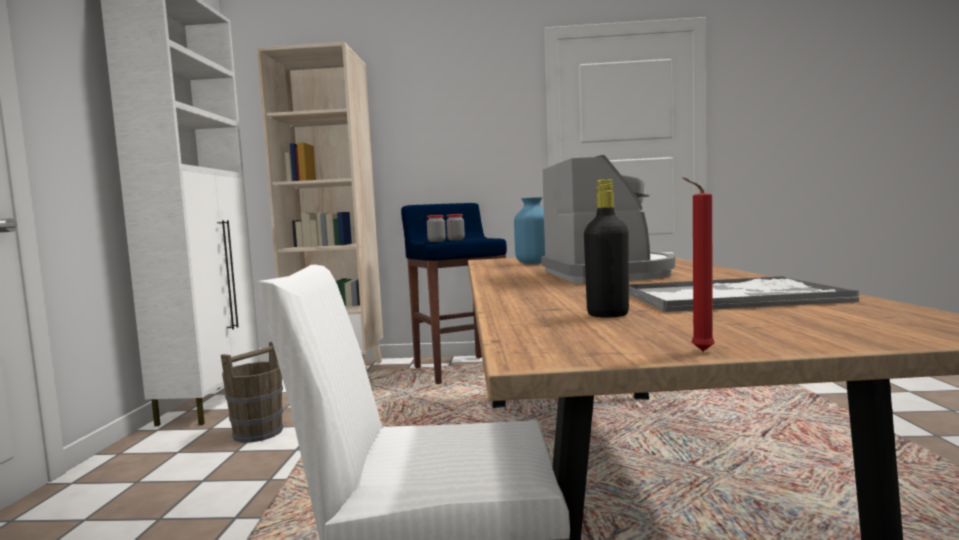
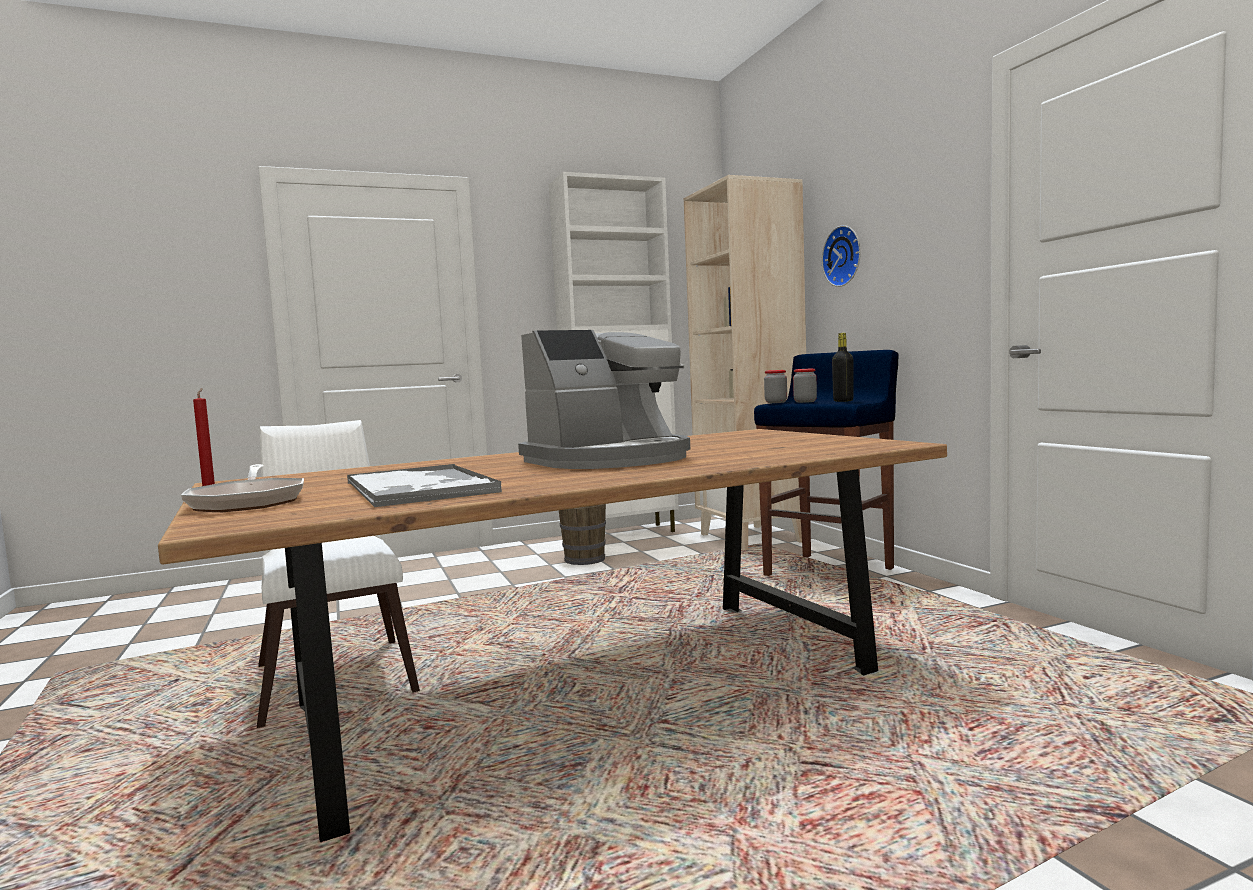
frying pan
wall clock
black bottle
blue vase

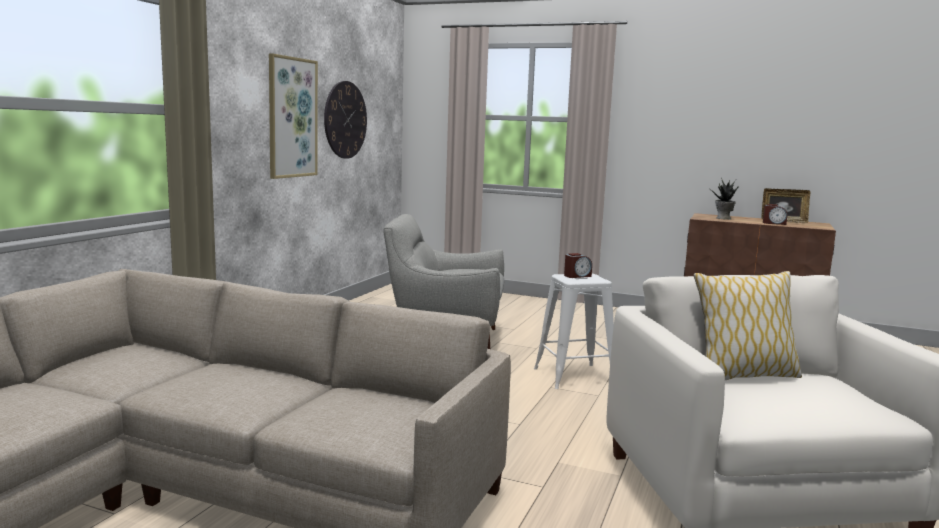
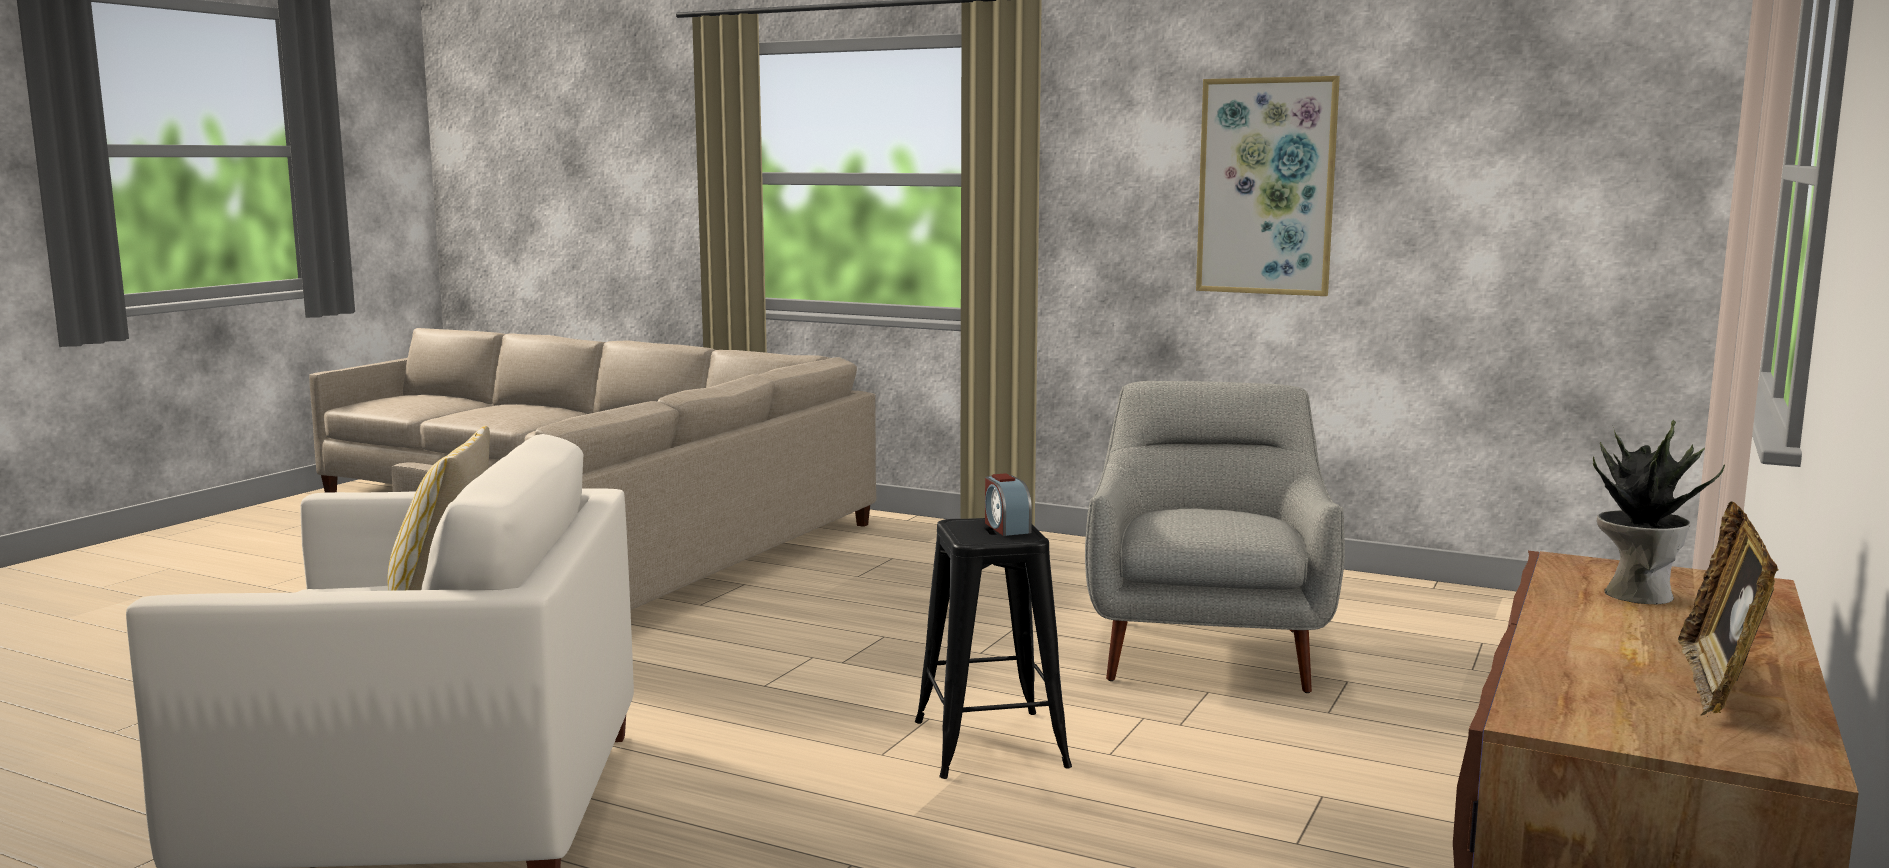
black stool
wall clock
alarm clock (no. 2 from left in the first image)

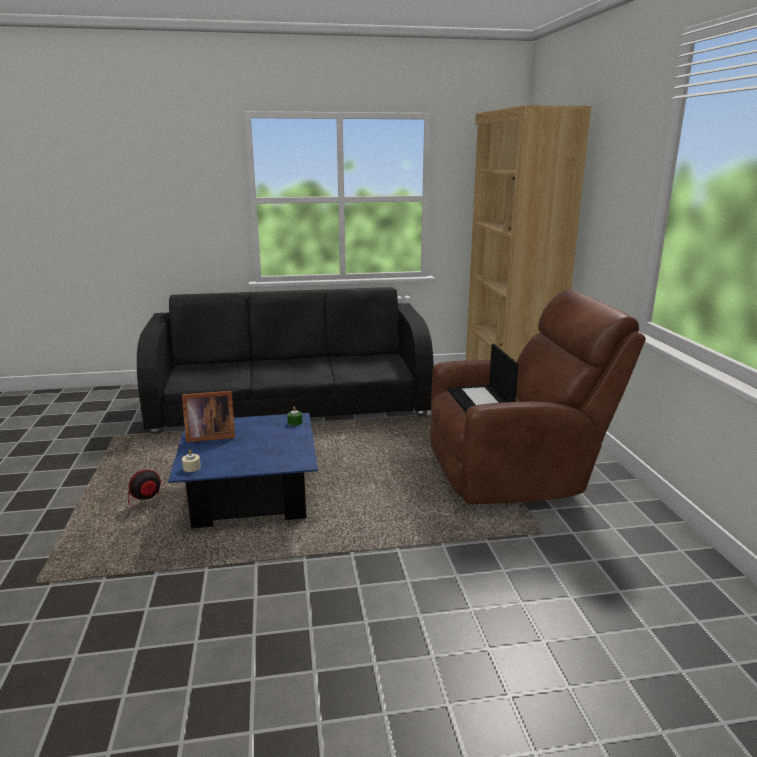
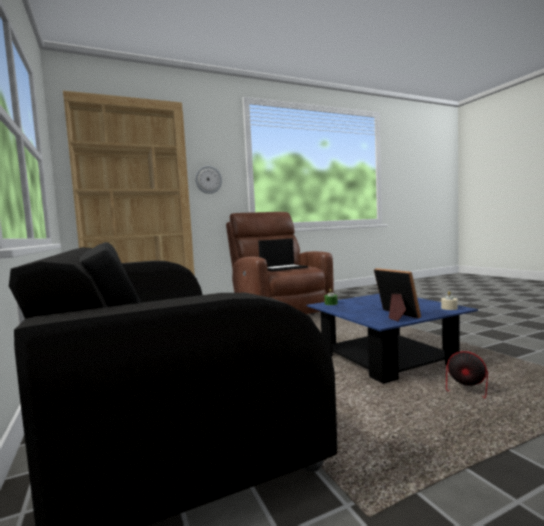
wall clock

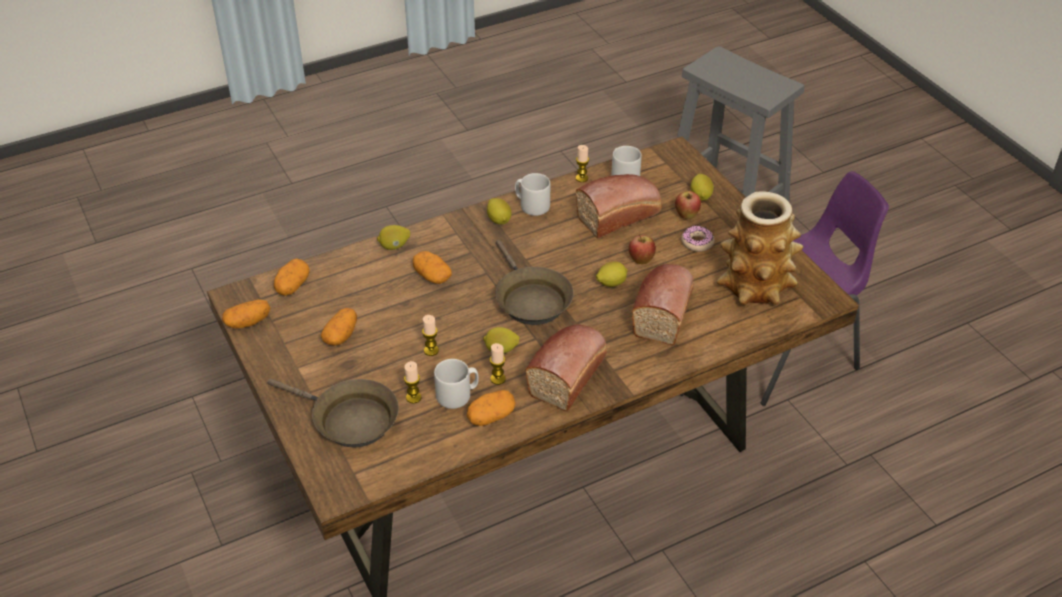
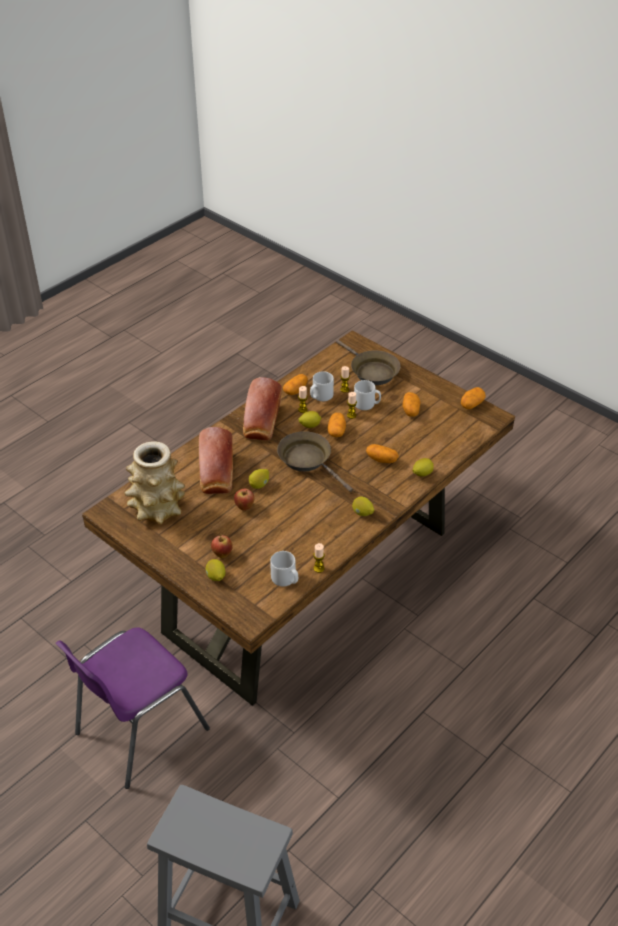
potato (no. 2 from left)
brown frying pan (no. 2 from left)
grey mug (no. 3 from left)
bread (no. 2 from left in the first image)
donut

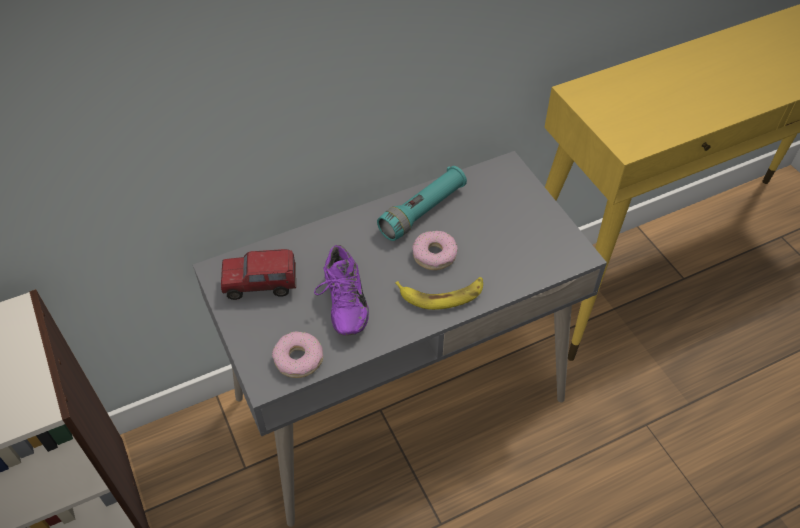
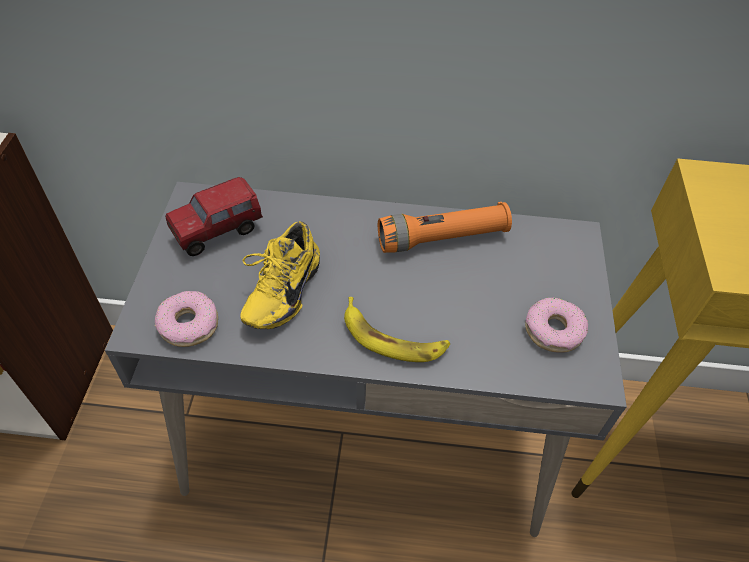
toy truck
yellow shoe
orange flashlight
donut (no. 2 from left)

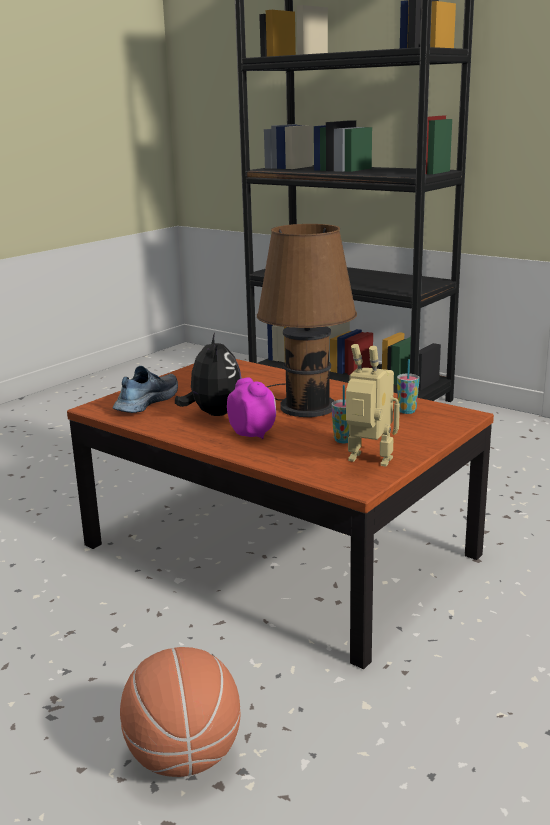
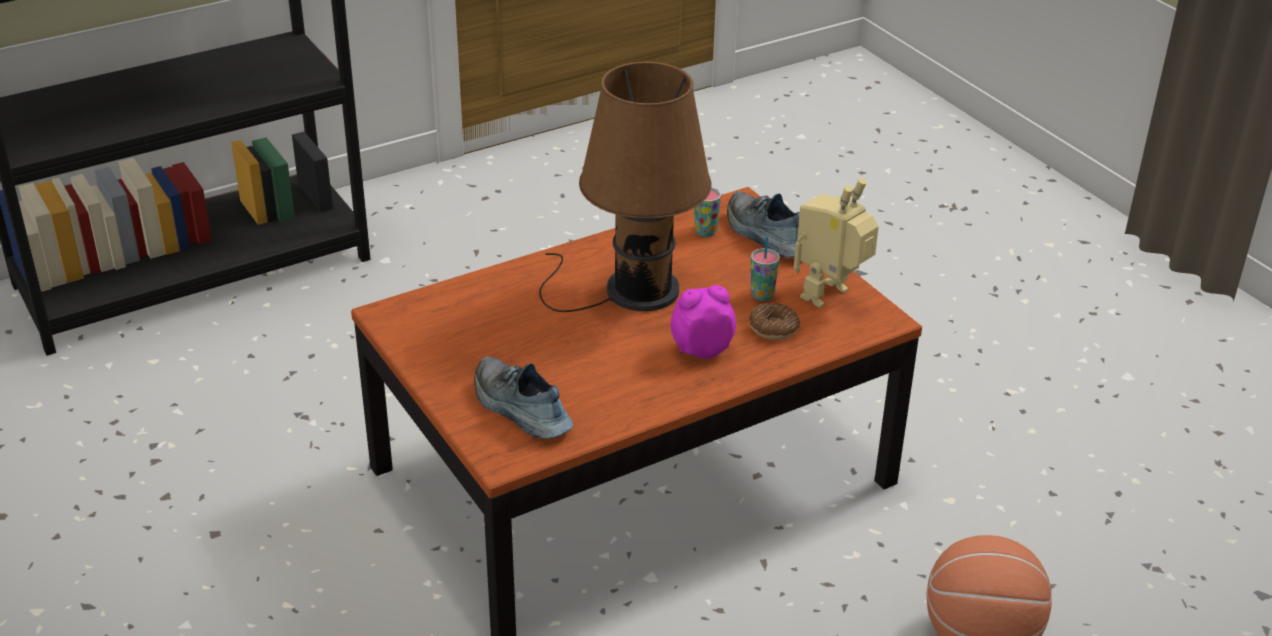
shoe (no. 2 from left)
donut
plush toy

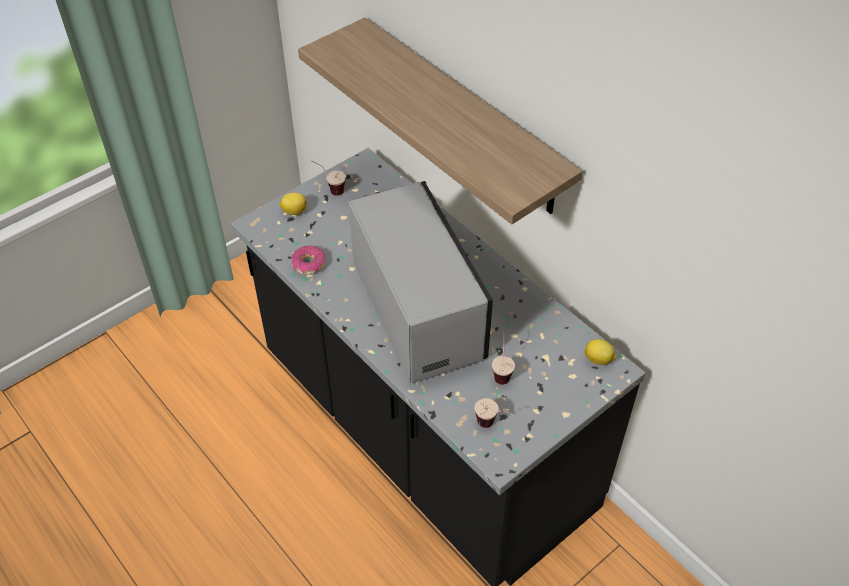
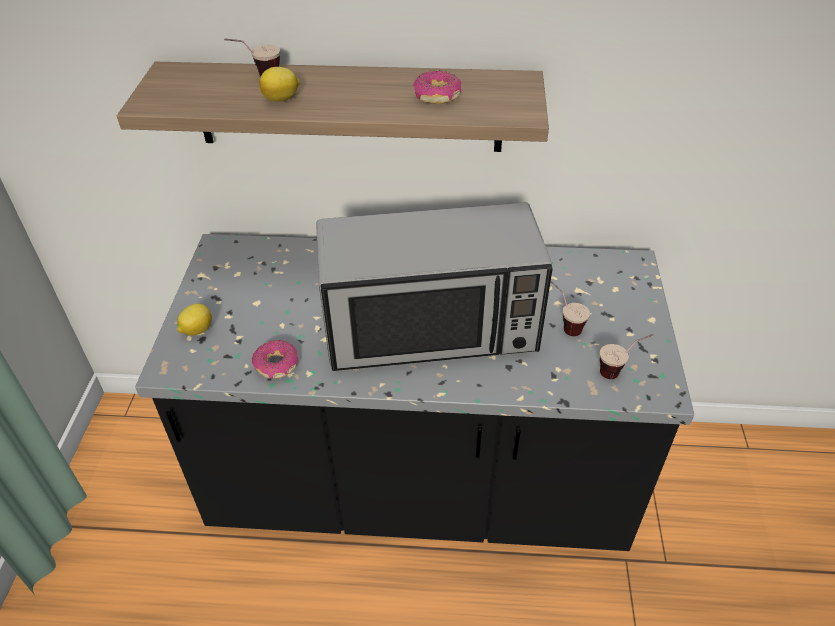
cup (no. 1 from left)
lemon (no. 2 from left)
microwave
donut (no. 2 from left)

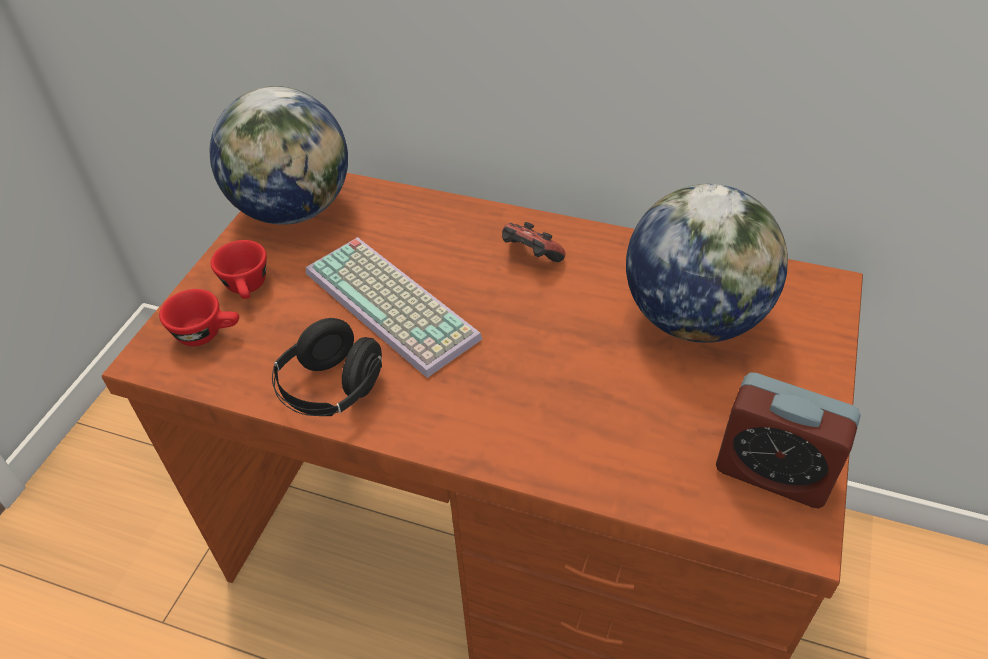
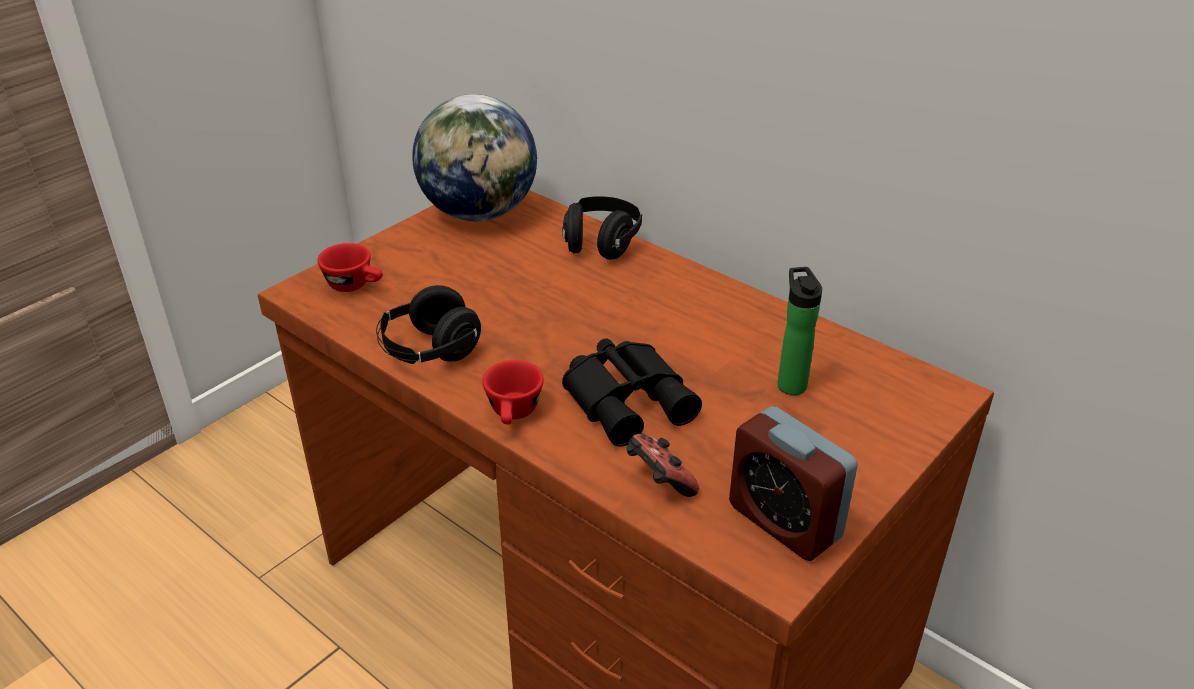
red cup (no. 2 from left)
black headphones (no. 2 from left)
black binoculars
game controller
bottle
keyboard

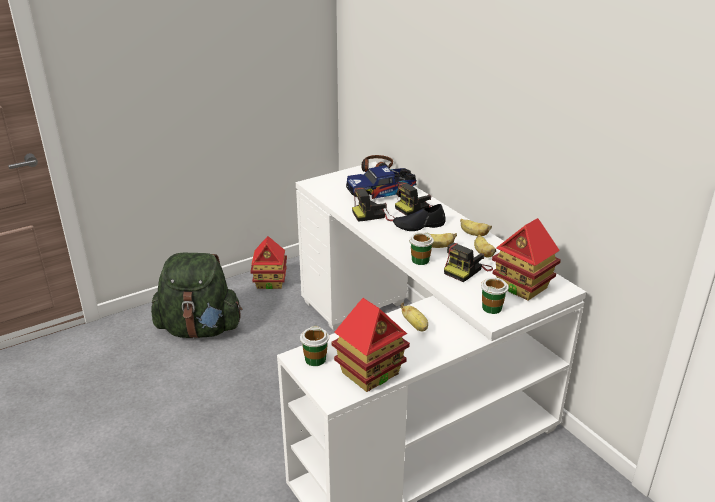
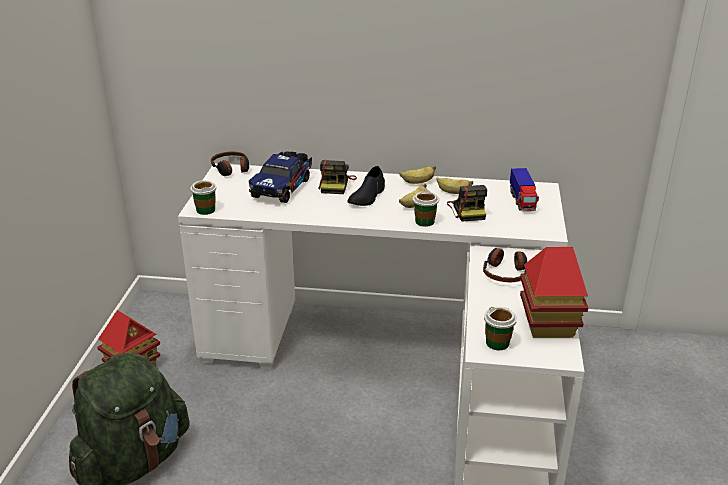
cup (no. 1 from left)
headphones (no. 2 from left)
toy truck (no. 2 from left)
photo camera (no. 1 from left in the first image)

